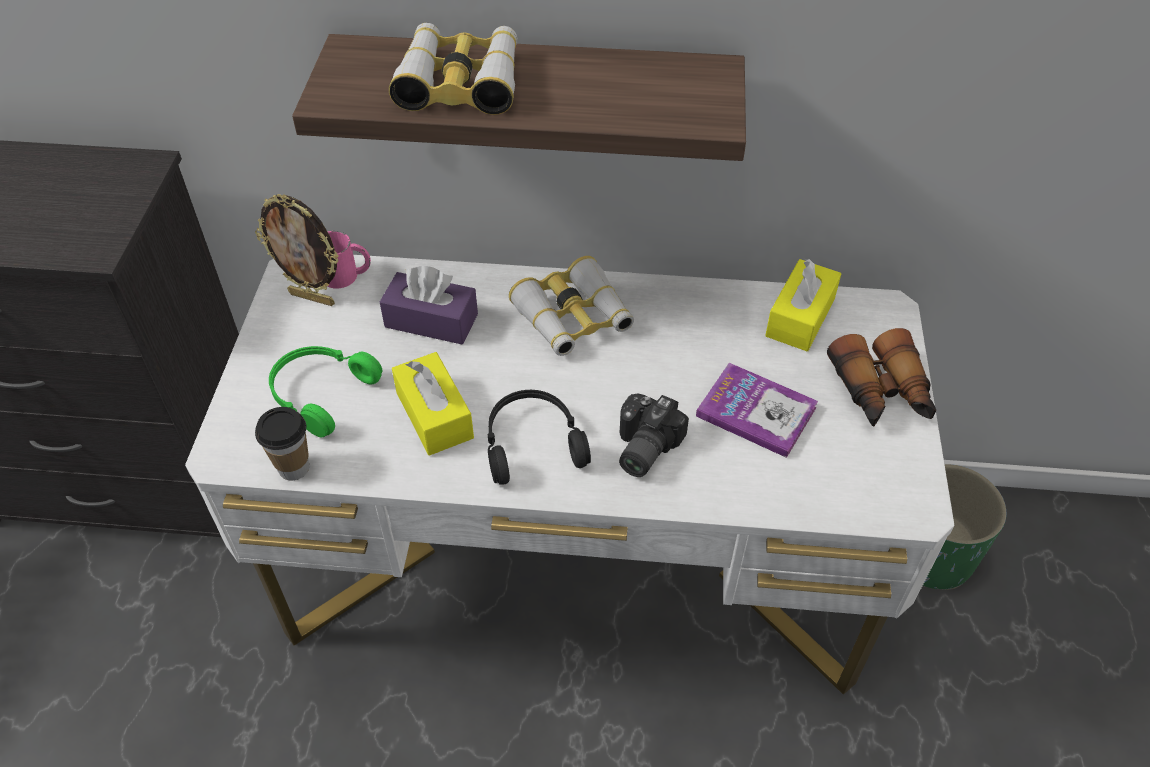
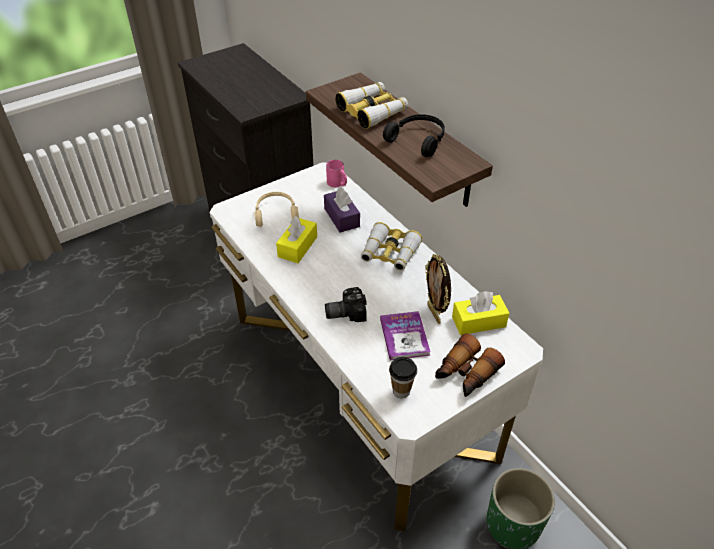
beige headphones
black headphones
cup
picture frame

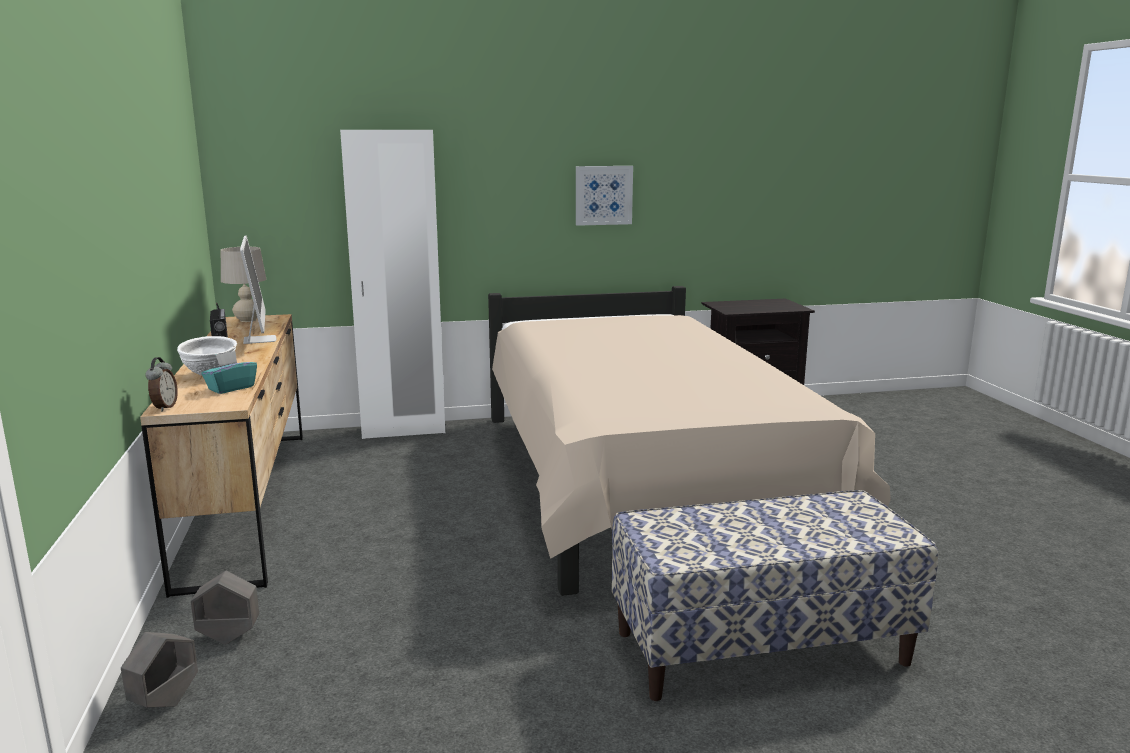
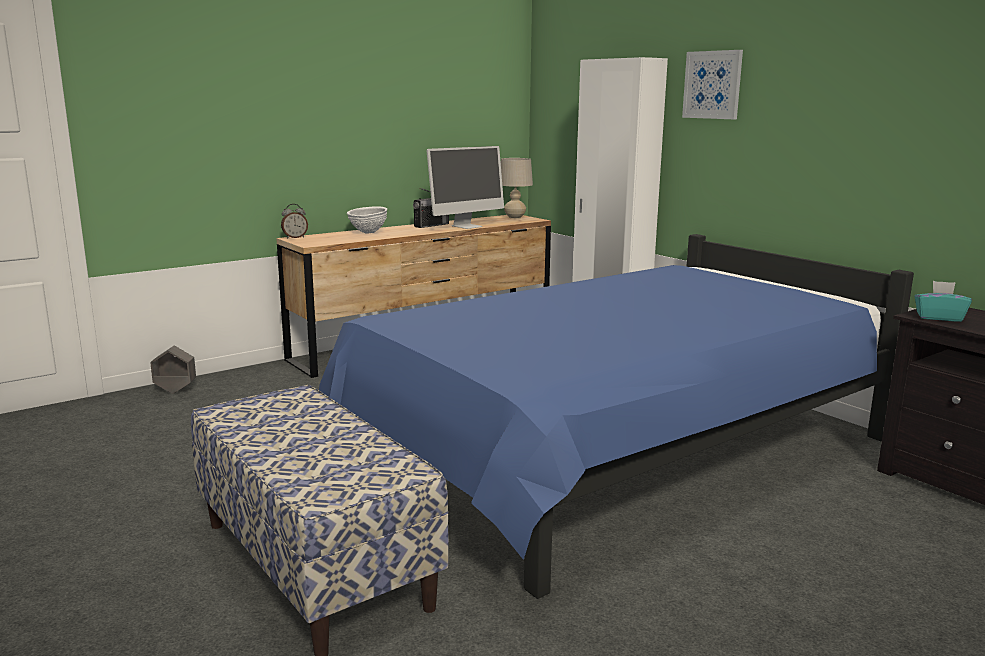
blue bed
picture
turquoise tissue box
grey planter (no. 2 from left in the first image)

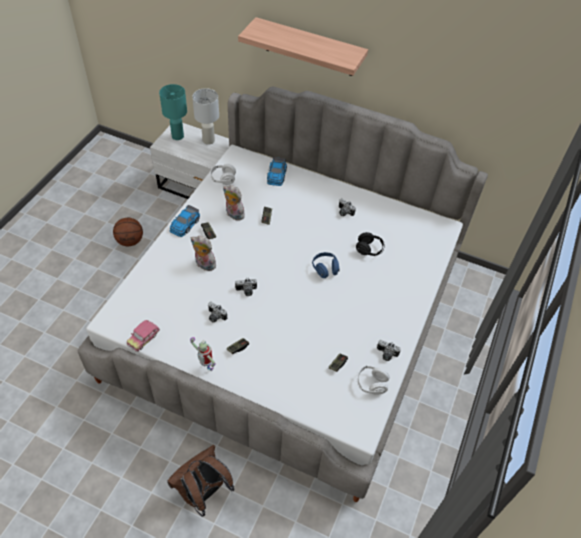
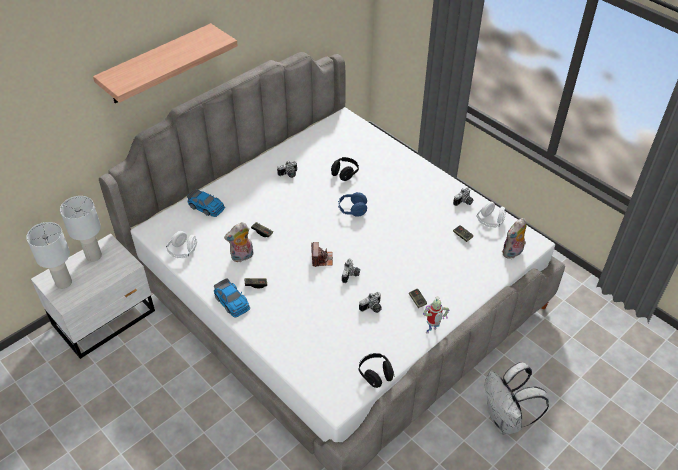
white table lamp (no. 1 from left)
photo camera (no. 2 from left)
black headphones (no. 2 from left)
white backpack
plush toy (no. 2 from left)
basketball

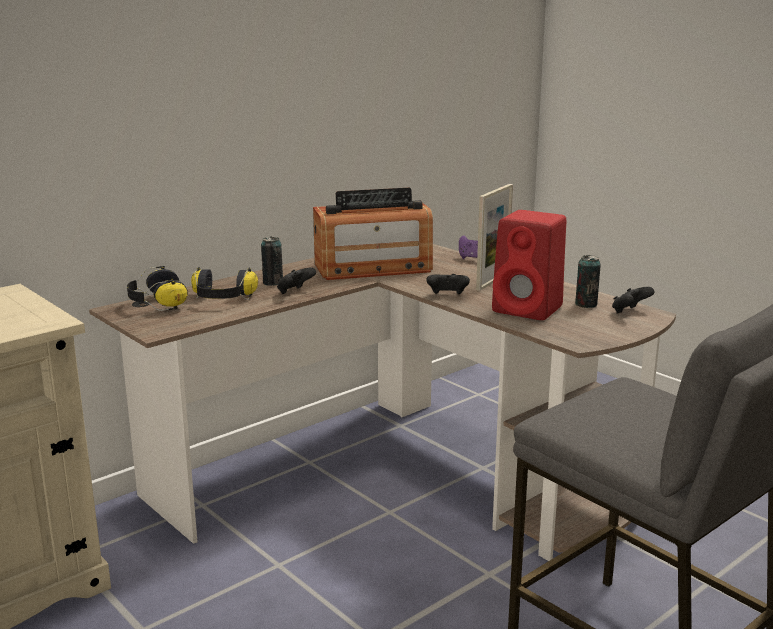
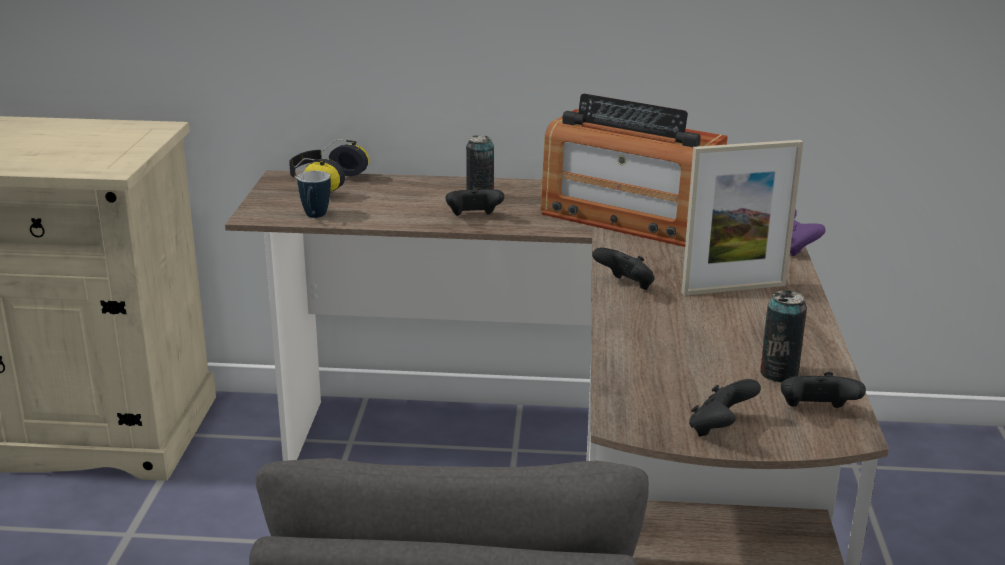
mug
black game controller (no. 3 from left)
headphones (no. 2 from left in the first image)
red speaker

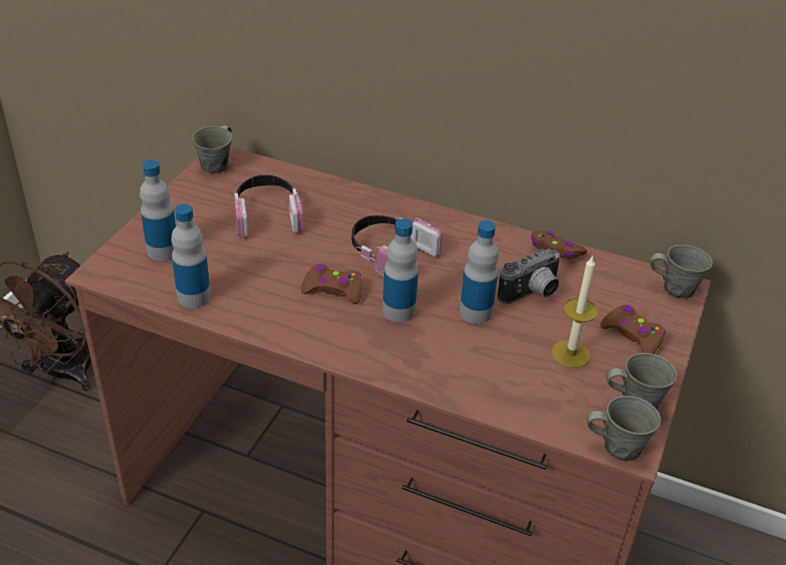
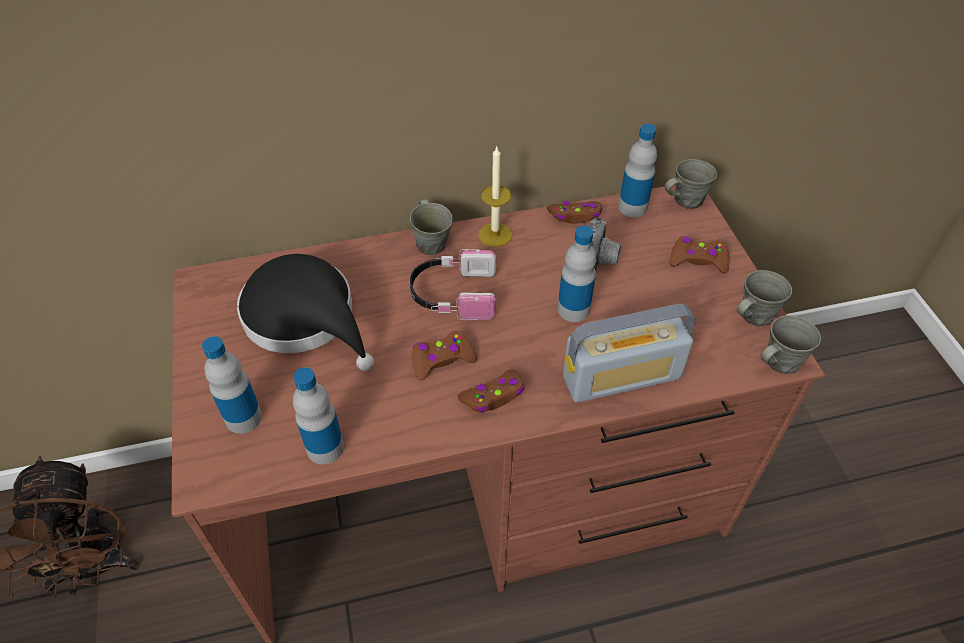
black hat
grey mug (no. 1 from left)
brown game controller (no. 2 from left)
candle
radio
bottle (no. 4 from left)

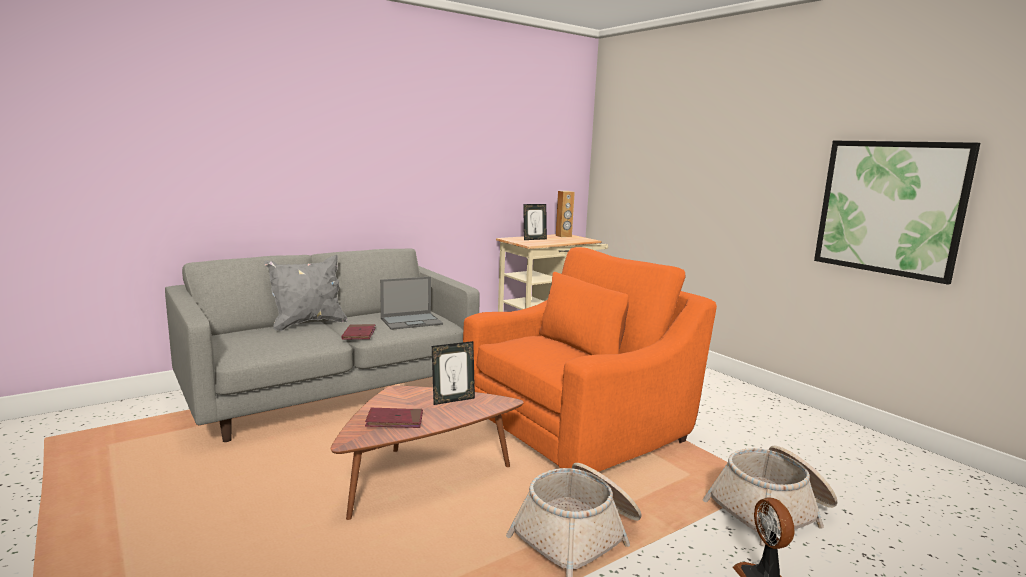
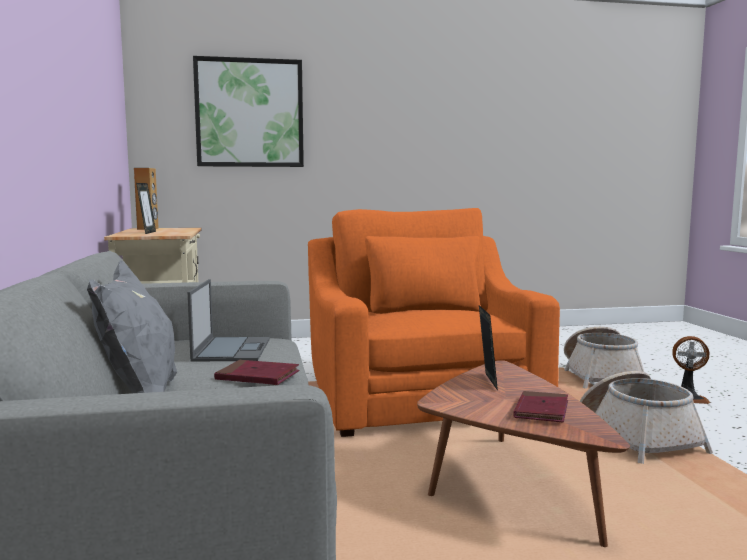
picture

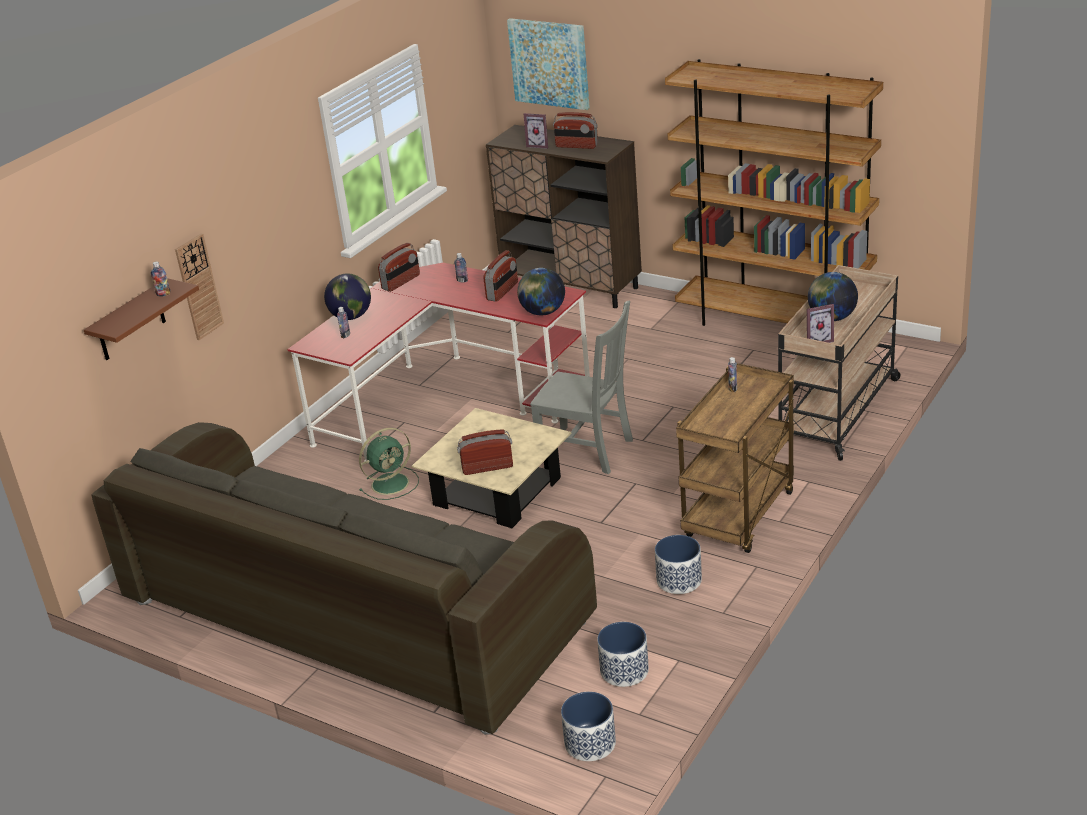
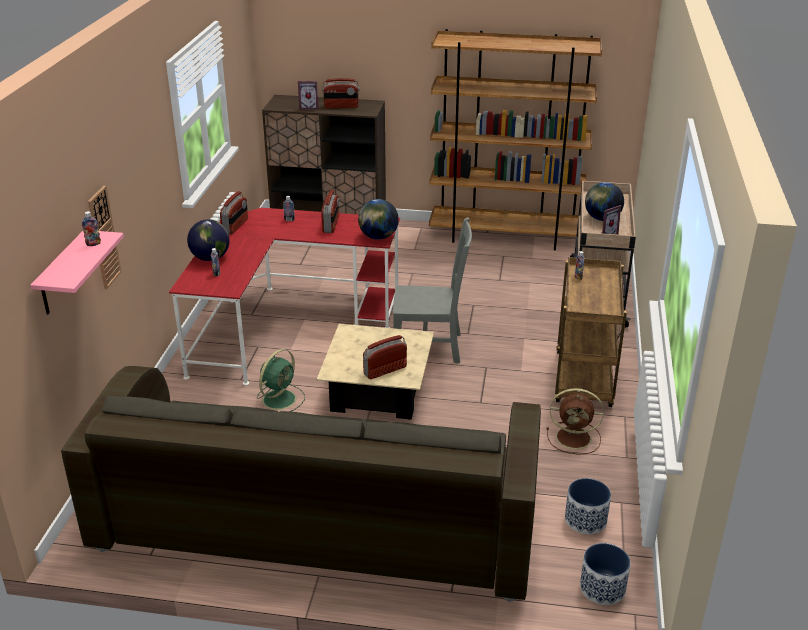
pink shelf
brown fan
picture

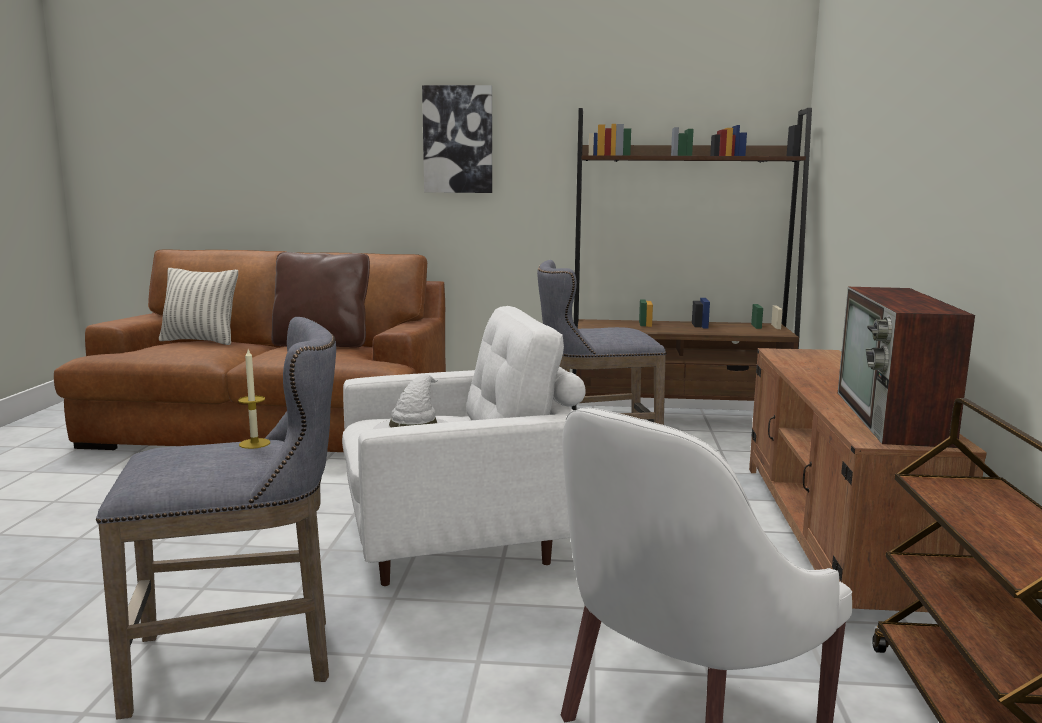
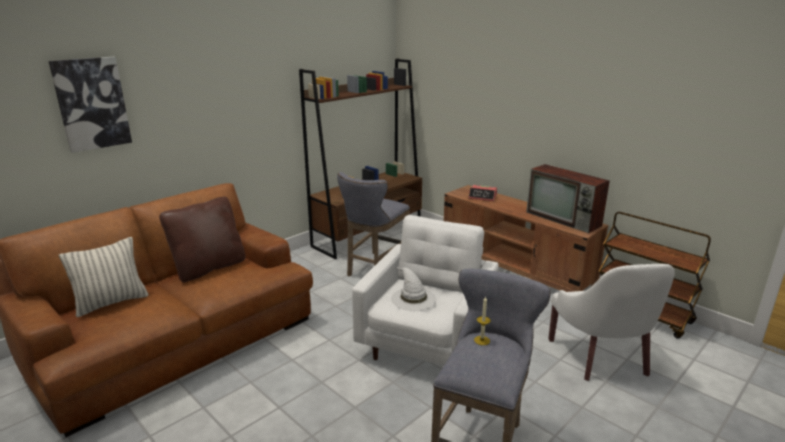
picture
alarm clock

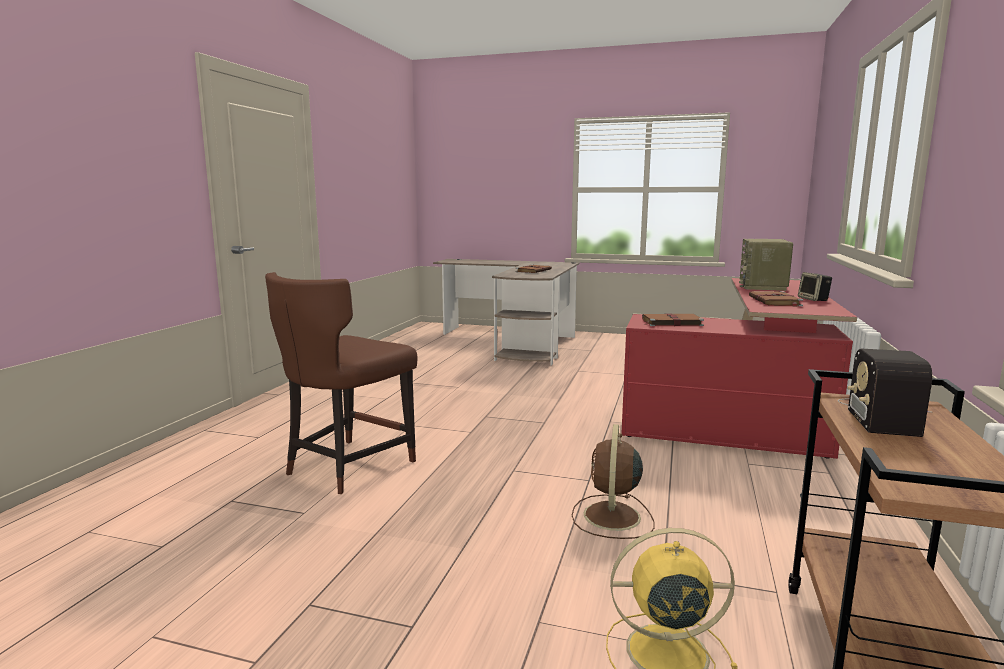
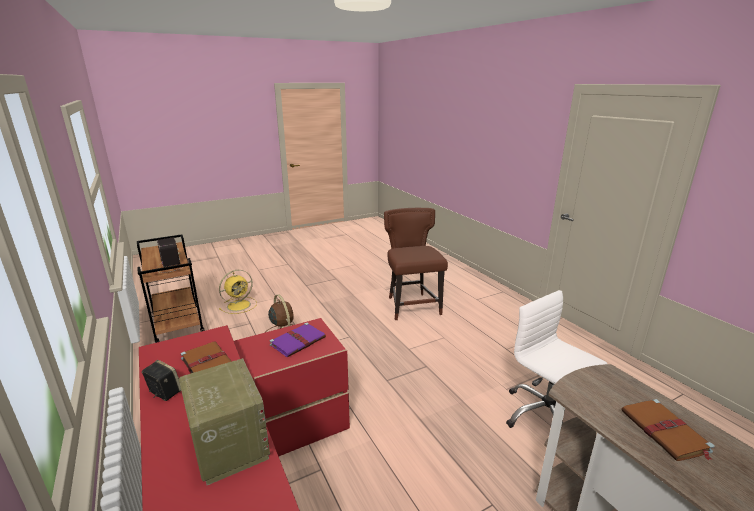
purple book
white office chair

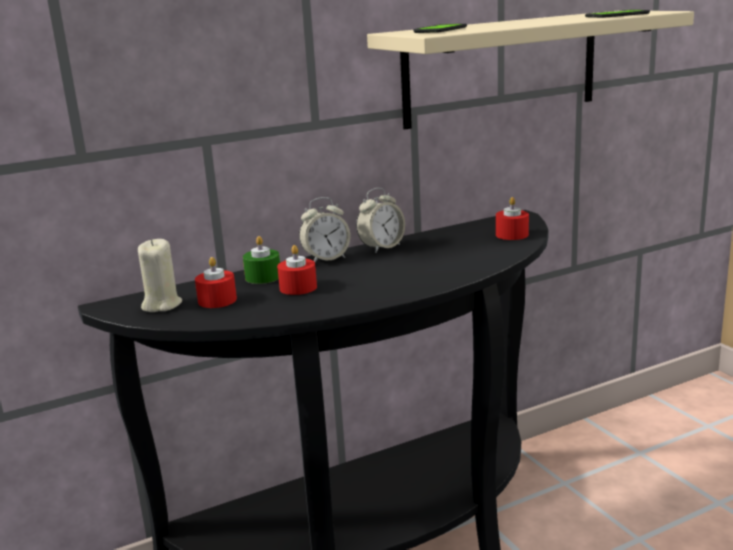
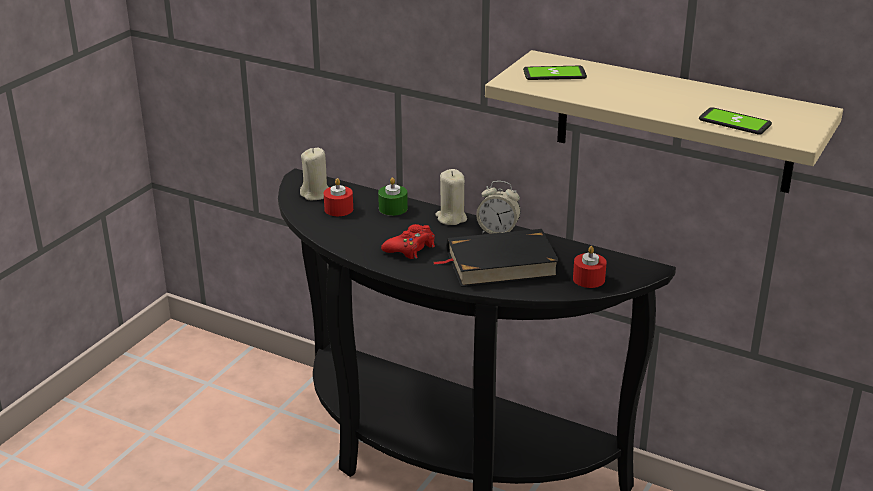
red game controller
black book
beige candle (no. 2 from left)
red candle (no. 2 from left in the first image)

